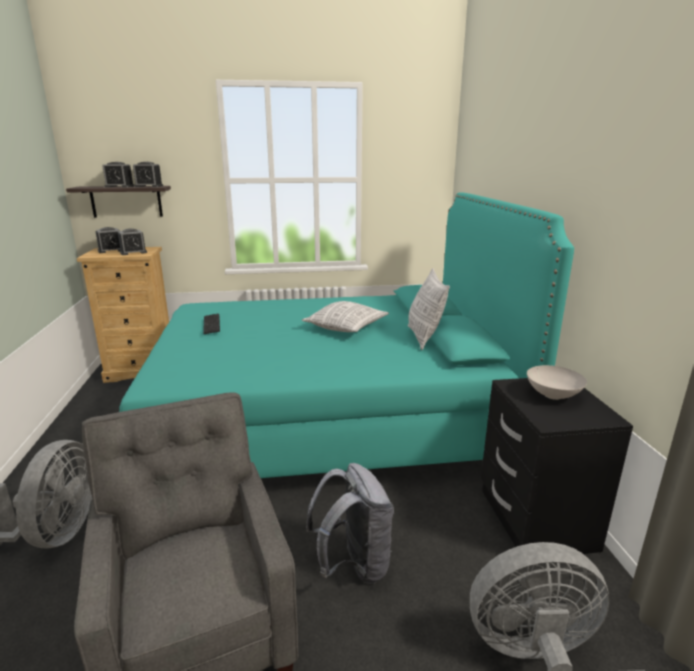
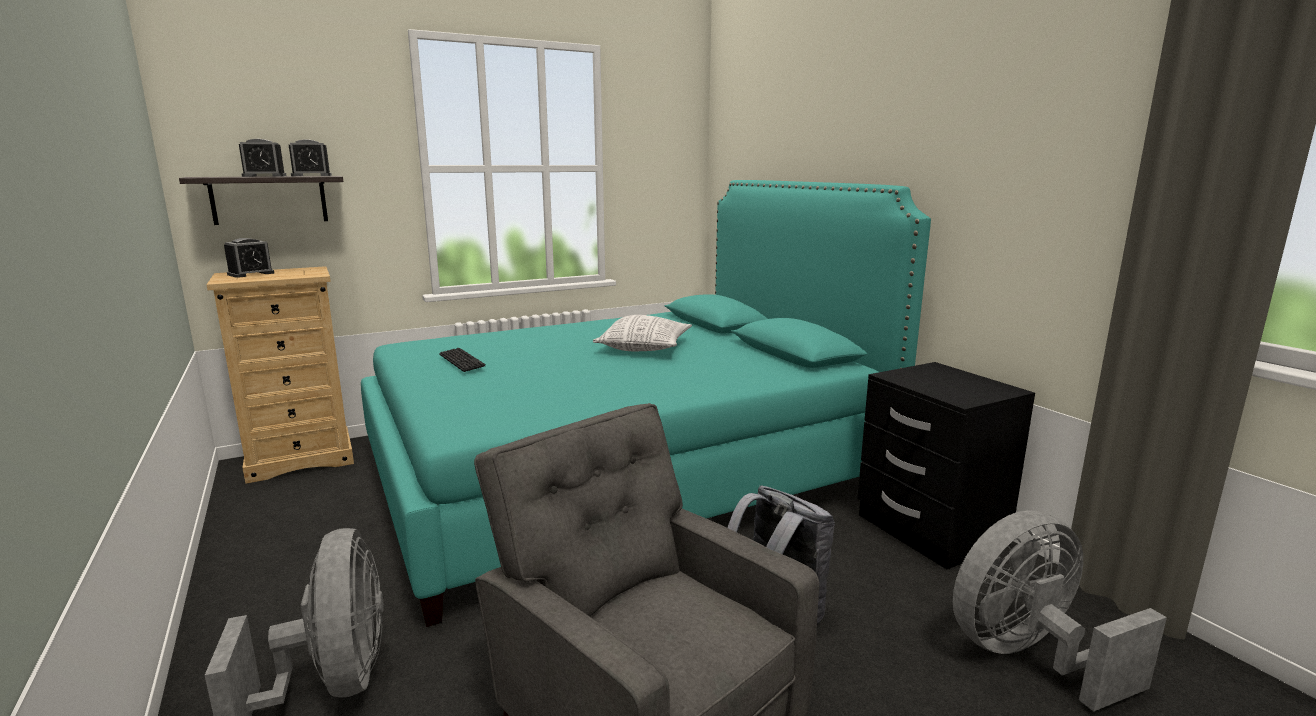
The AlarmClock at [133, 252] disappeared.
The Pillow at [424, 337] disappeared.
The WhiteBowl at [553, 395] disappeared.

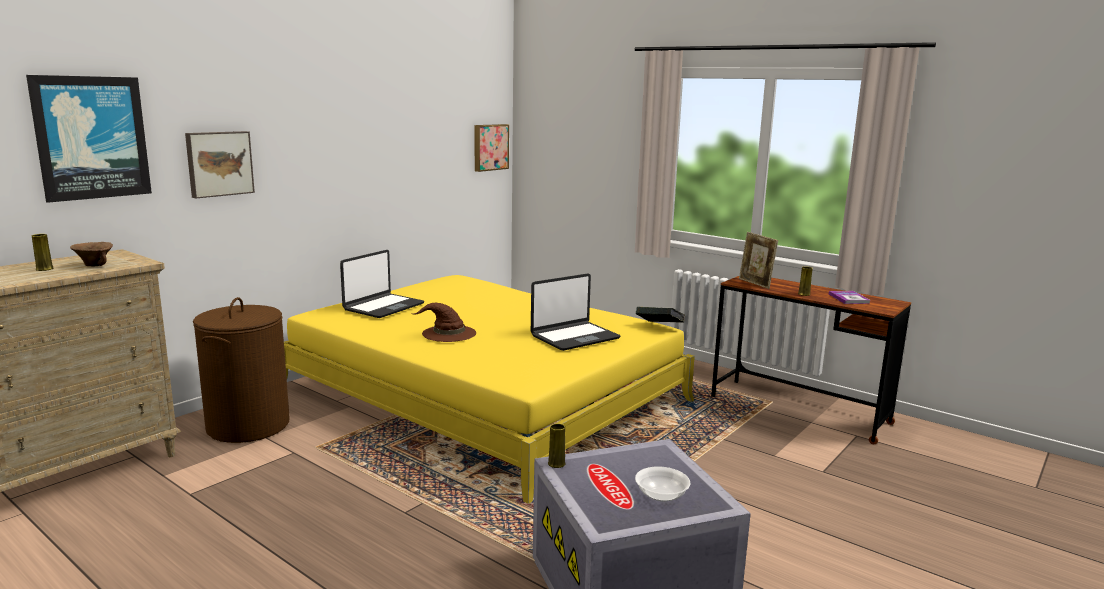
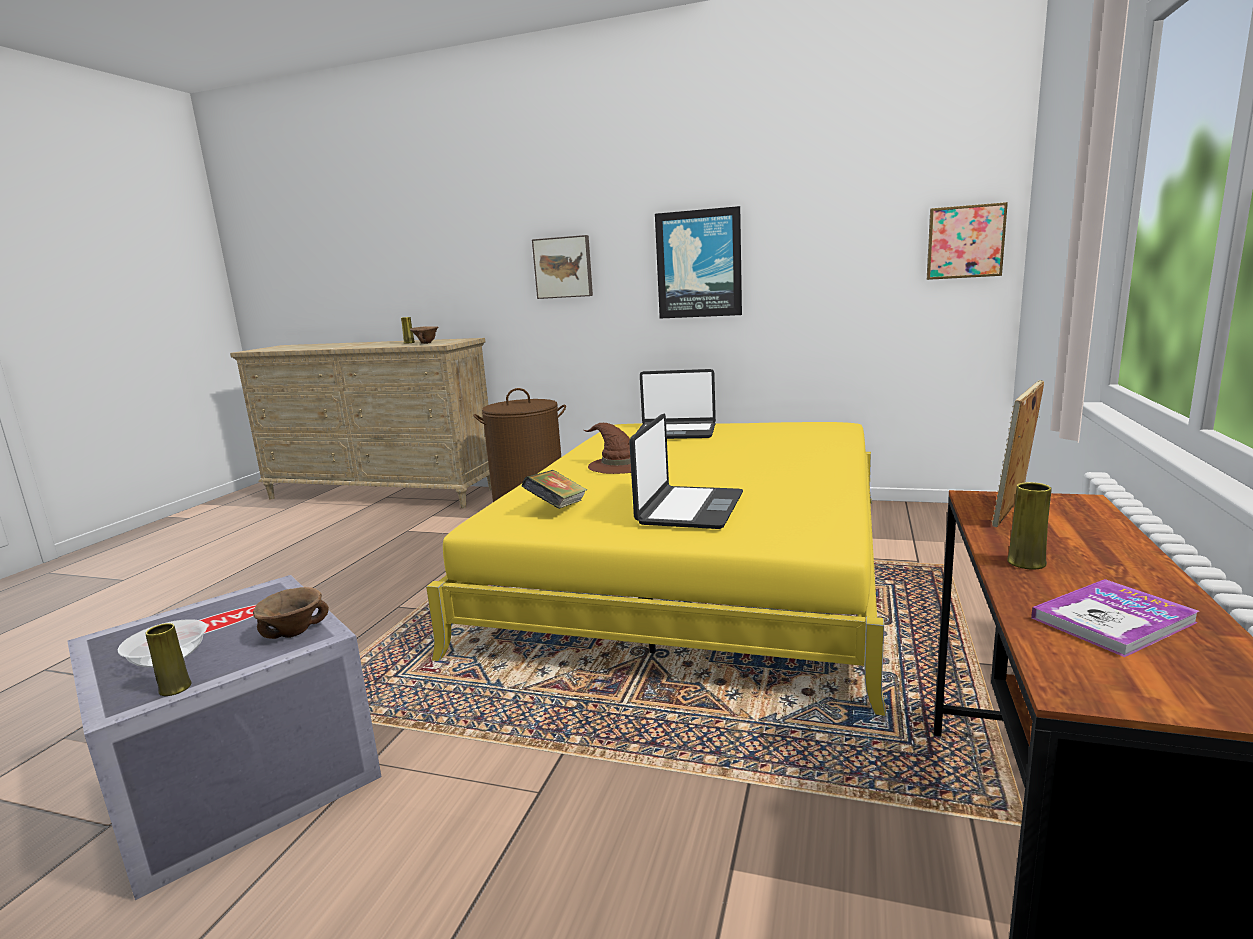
The BrownBowl at [295, 632] appeared.
The Picture moved from [91, 137] to [699, 264].
The YellowVase moved from [556, 464] to [175, 688].
The Book moved from [659, 327] to [557, 508].
The Laptop at [574, 337] turned 105 degrees counterclockwise.

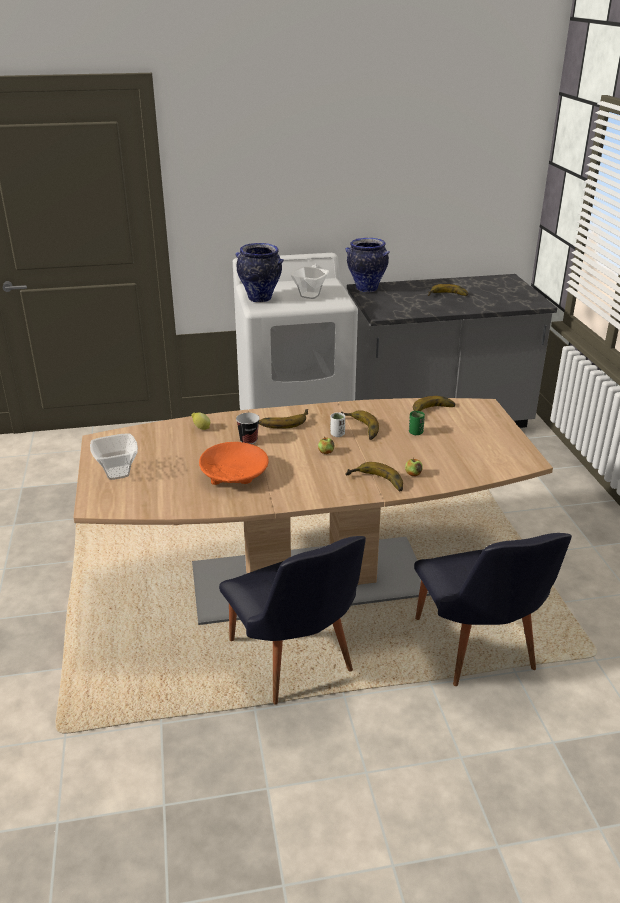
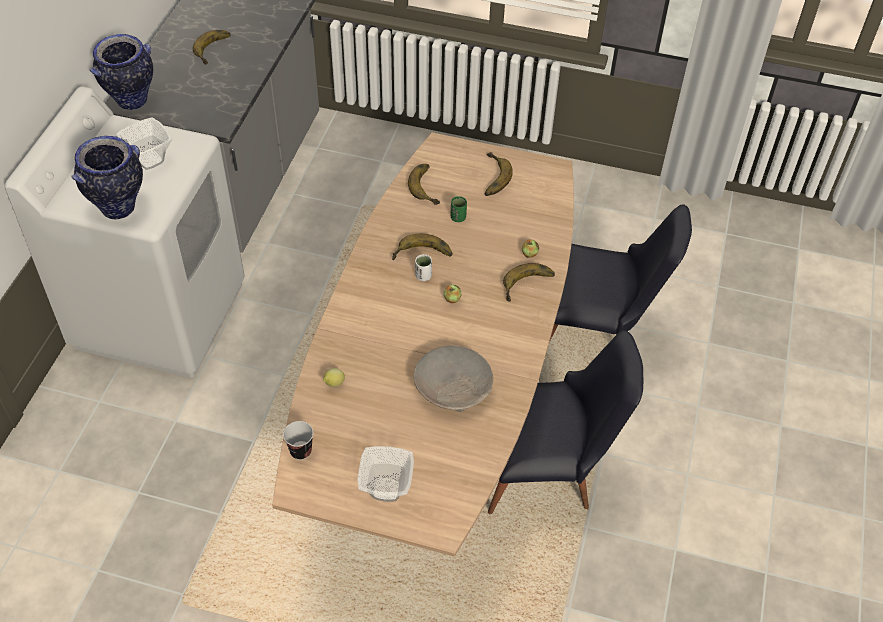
The Cup moved from [248, 441] to [301, 451].
The Banana moved from [283, 421] to [490, 177].
The OrangeBowl at [235, 475] became the BeigeBowl at [452, 387].

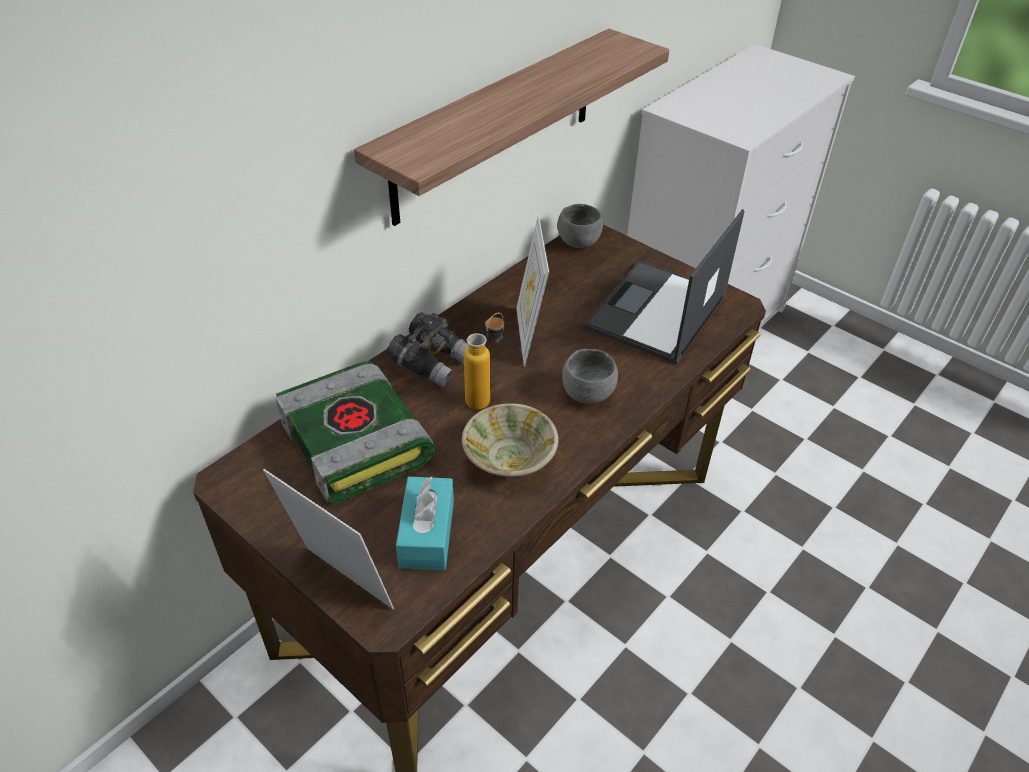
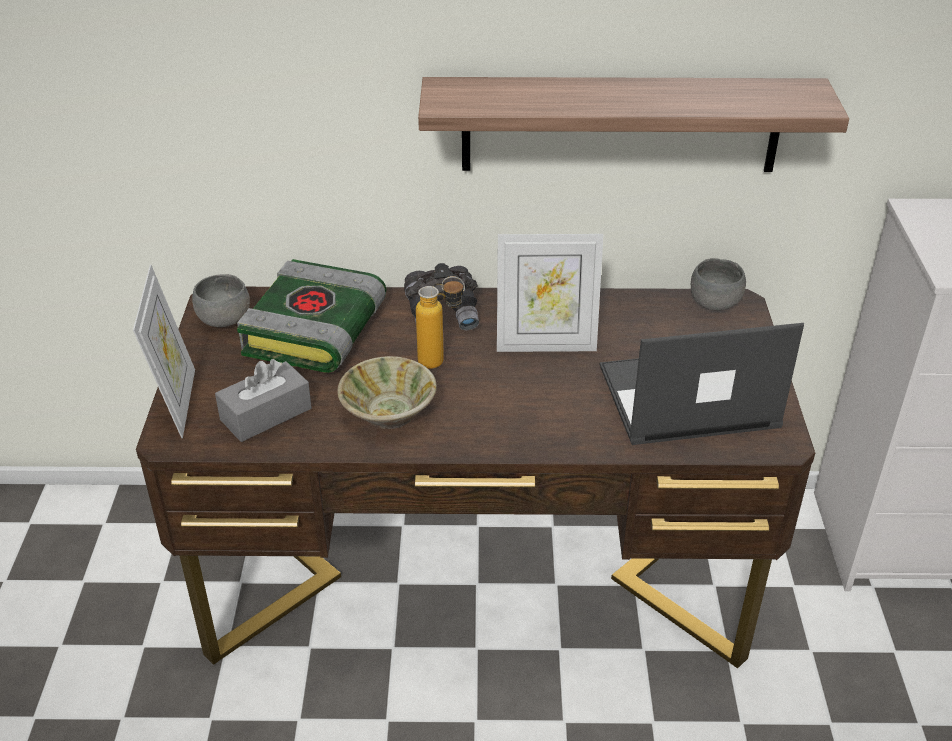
The GreyBowl moved from [587, 393] to [224, 319].
The TurquoiseTissueBox at [427, 533] became the GreyTissueBox at [266, 414].
The PictureFrame at [529, 336] turned 135 degrees counterclockwise.

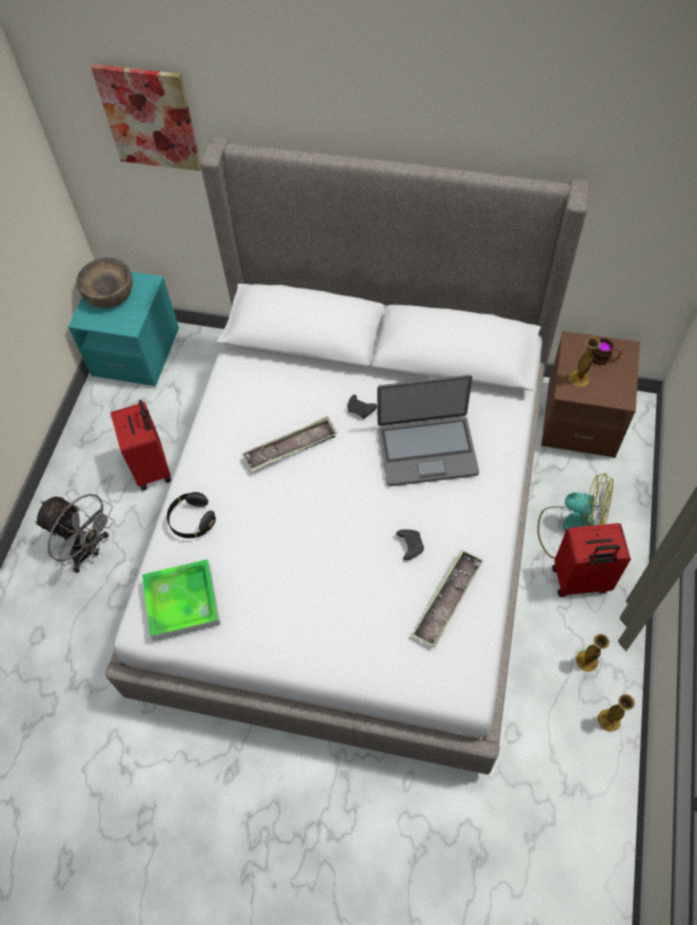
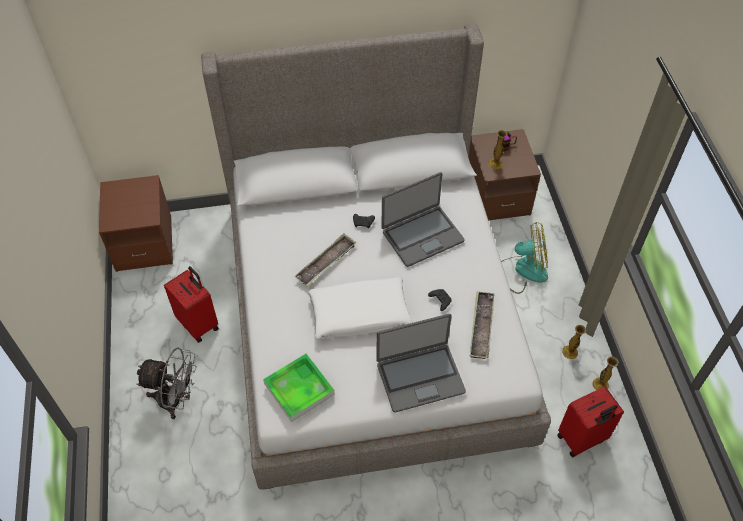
The BrownBowl at [109, 293] disappeared.
The Picture at [150, 118] disappeared.
The BlackHeadphones at [192, 520] disappeared.
The WhitePillow at [359, 314] appeared.
The Laptop at [420, 377] appeared.
The RedSuitcase moved from [580, 581] to [582, 439].
The TurquoiseNightstand at [136, 352] became the BrownNightstand at [144, 243].

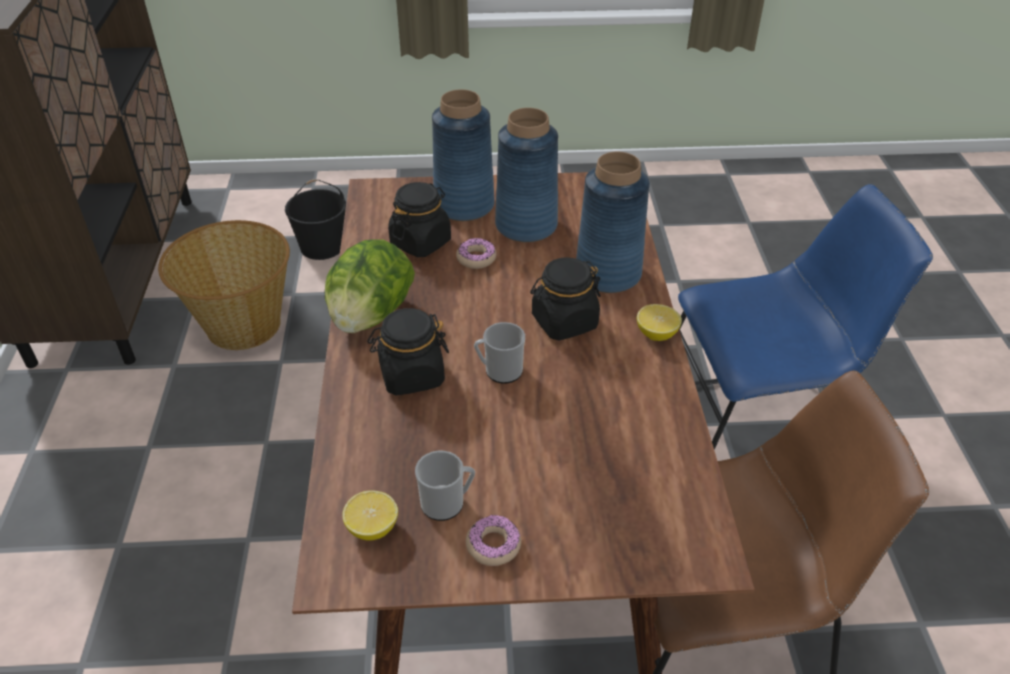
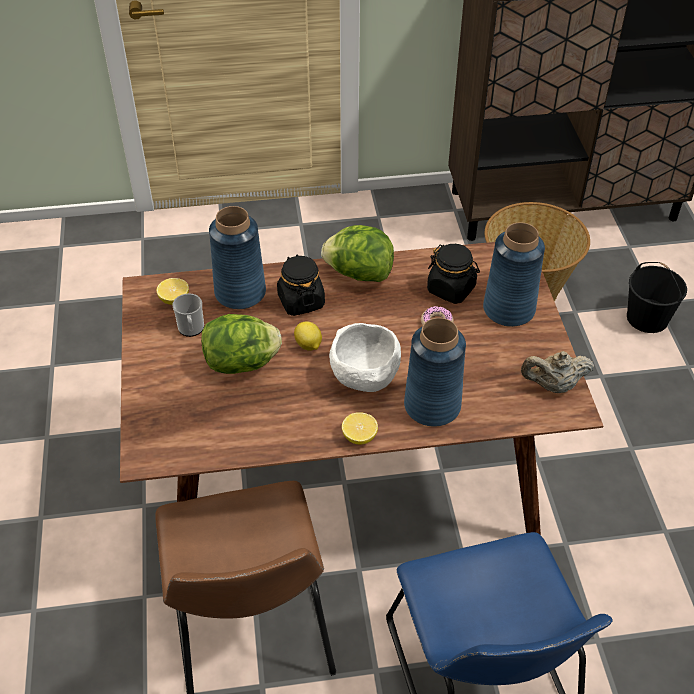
The Donut at [493, 545] disappeared.
The Lettuce at [242, 363] appeared.
The BeigeTeapot at [553, 385] appeared.
The BlueVase moved from [526, 226] to [240, 293].
The Mug at [499, 371] was replaced by the Lemon at [308, 345].
The BlackJar at [564, 322] was replaced by the WhiteBowl at [366, 379].

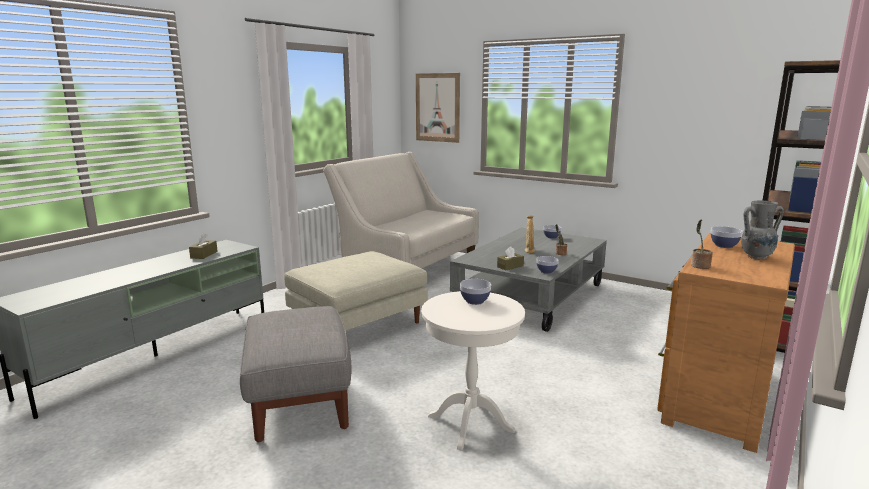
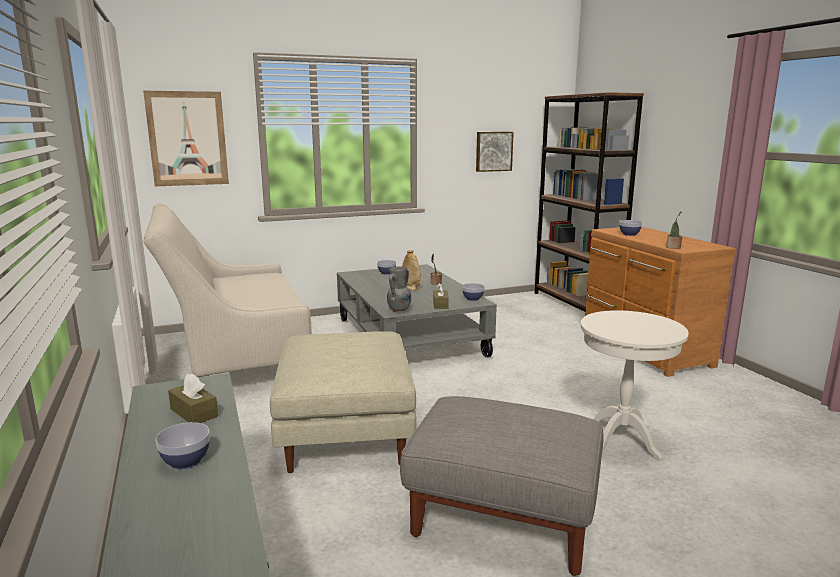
The Picture at [493, 151] appeared.
The Bowl moved from [475, 301] to [186, 461].
The GreyVase moved from [755, 257] to [398, 311].

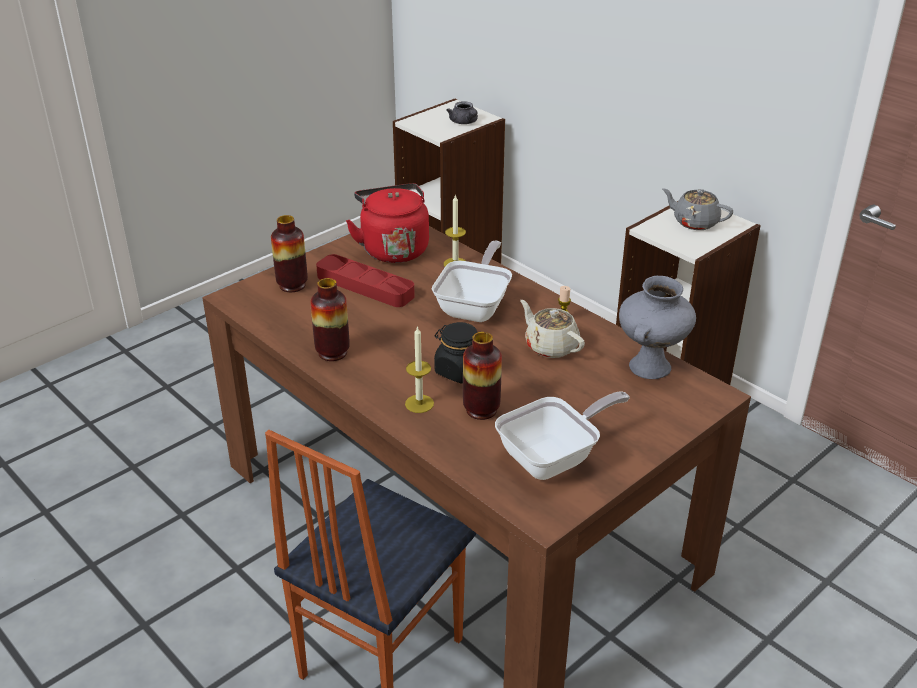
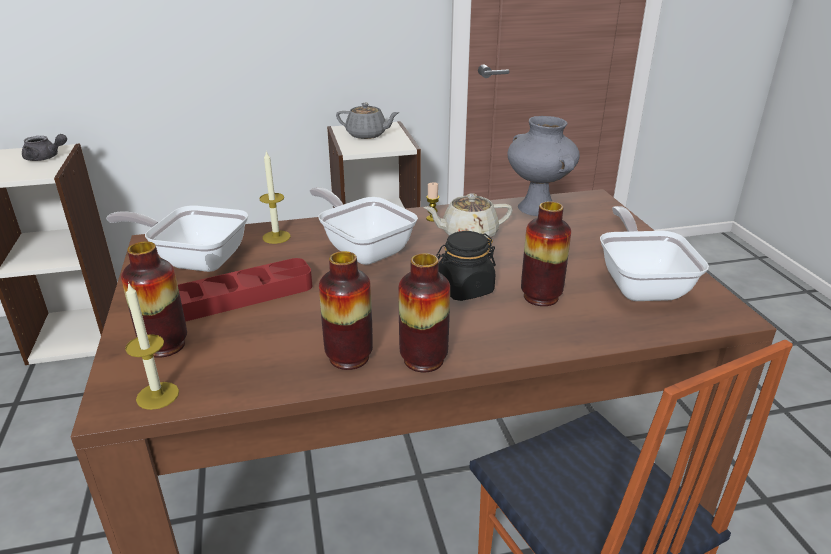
The Vase at [423, 360] appeared.
The Candle moved from [419, 403] to [157, 395].
The RedKettle at [393, 248] was replaced by the FryingPan at [195, 259].
The GreyTeapot at [694, 222] turned 135 degrees counterclockwise.

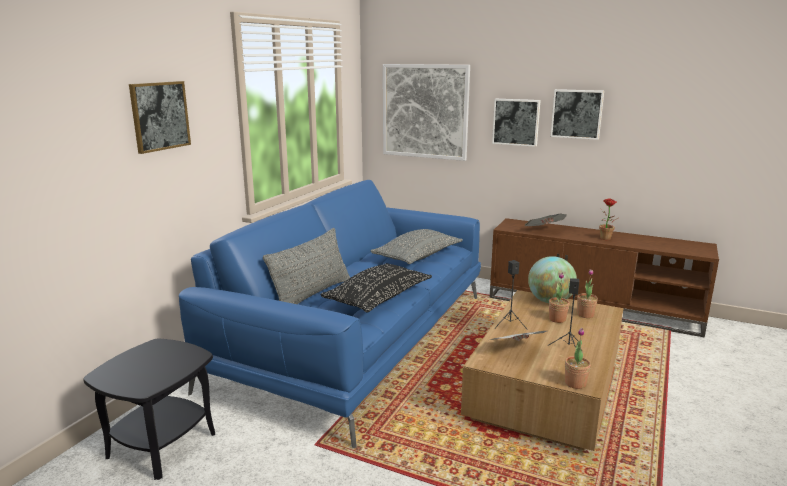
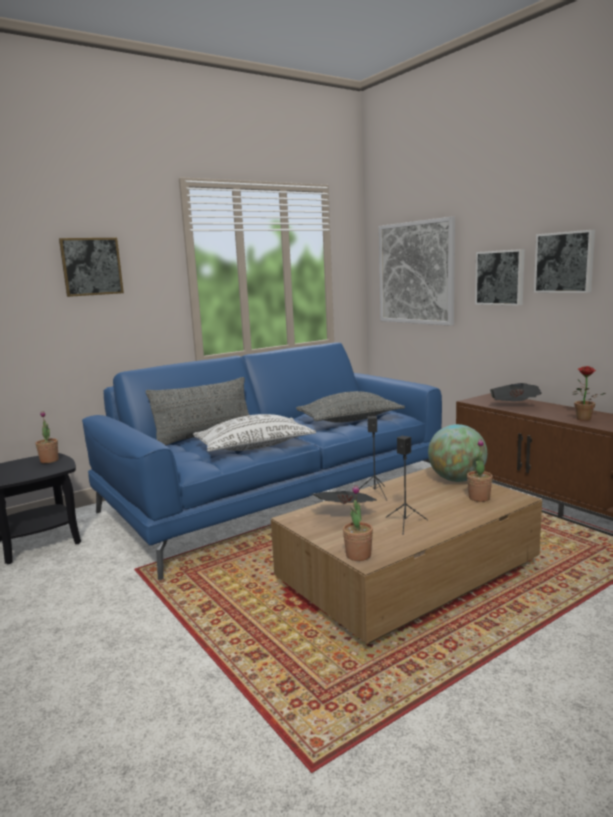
The PottedPlant moved from [557, 319] to [49, 460].
The BlackPillow at [378, 298] became the WhitePillow at [254, 447].

